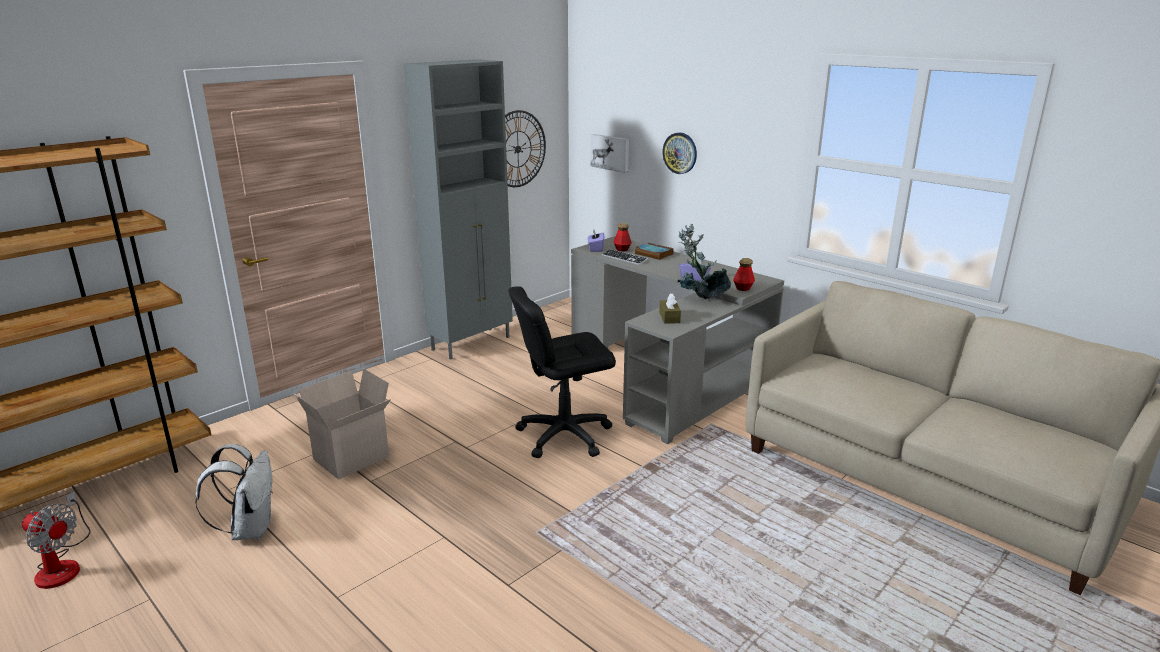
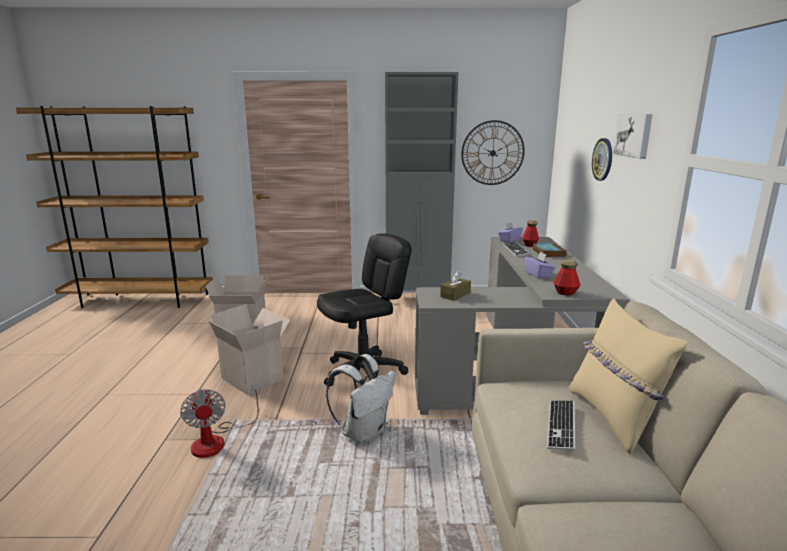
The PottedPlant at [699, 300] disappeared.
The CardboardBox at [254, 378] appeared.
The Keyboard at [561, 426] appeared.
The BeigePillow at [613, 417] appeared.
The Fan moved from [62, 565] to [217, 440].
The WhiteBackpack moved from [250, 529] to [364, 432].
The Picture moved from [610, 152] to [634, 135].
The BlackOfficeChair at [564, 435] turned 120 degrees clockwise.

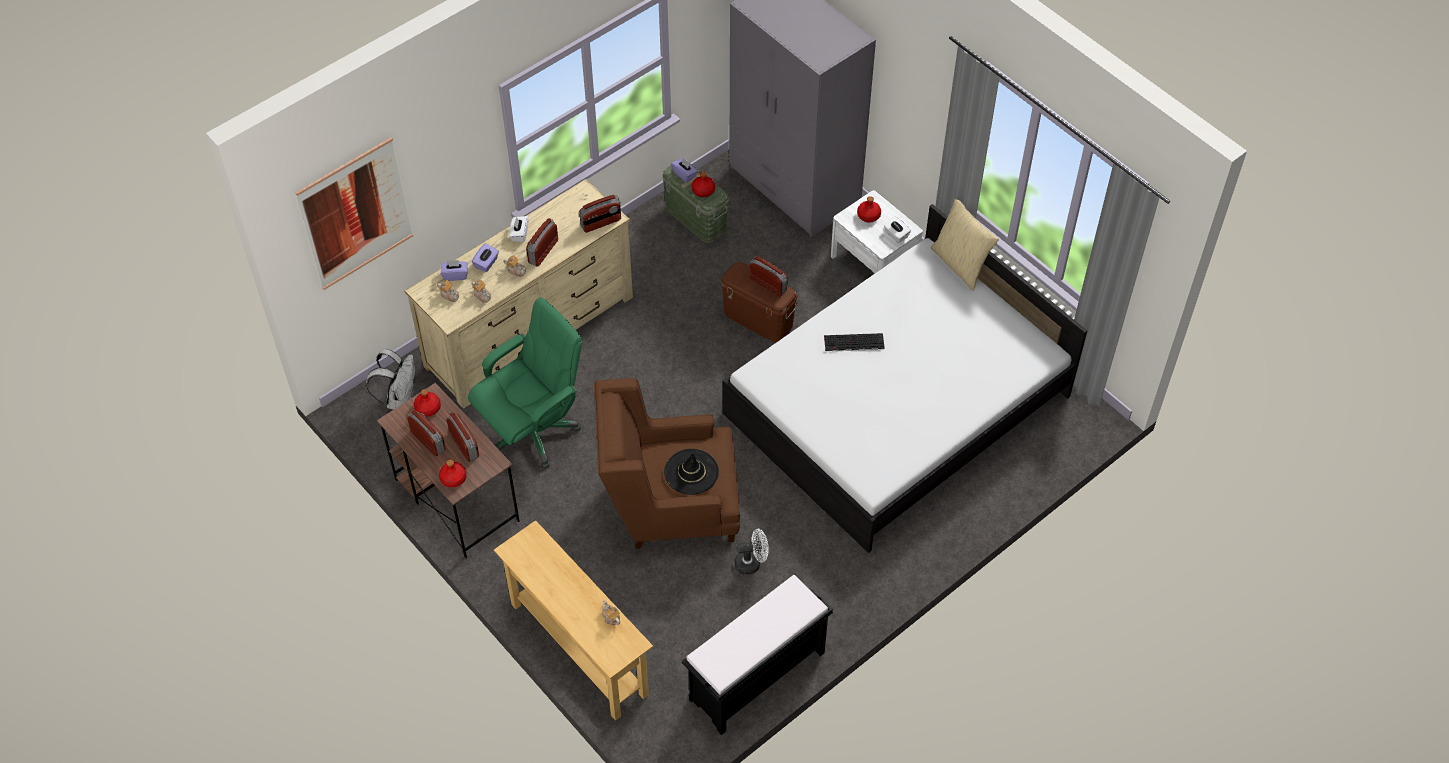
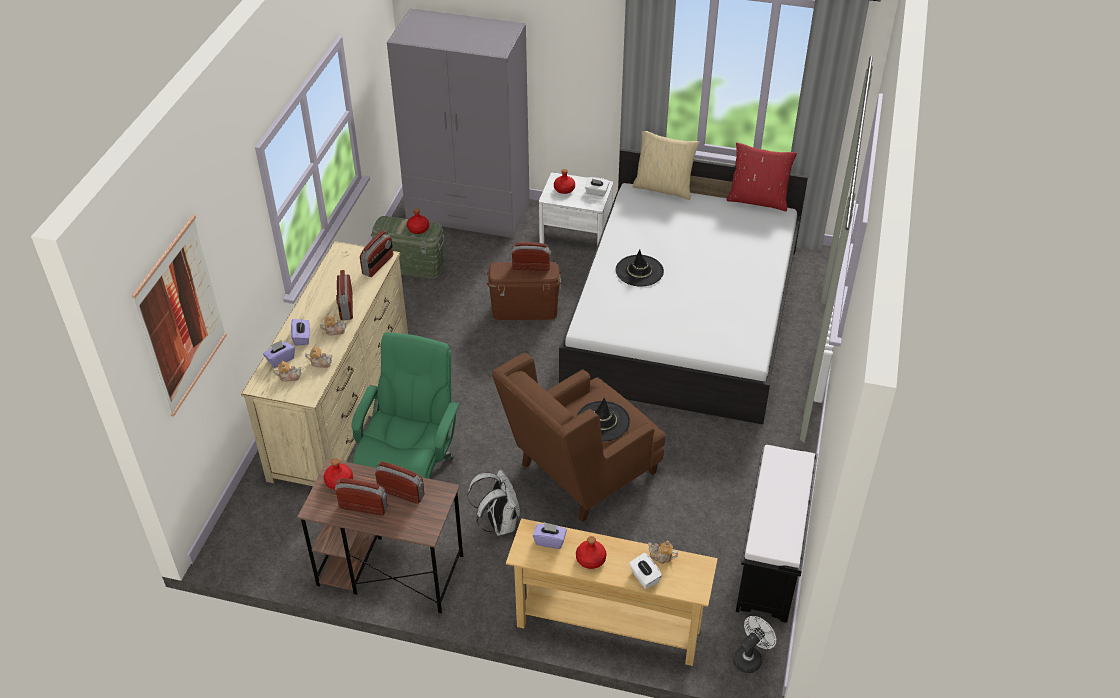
The RedPillow at [758, 200] appeared.
The WhiteBackpack moved from [399, 398] to [498, 523].
The RedBottle moved from [453, 478] to [590, 559].
The WhiteTissueBox moved from [519, 234] to [644, 577].
The PurpleTissueBox moved from [684, 174] to [550, 541].
The WhiteFan moved from [751, 563] to [750, 657].
The Keyboard at [853, 343] was replaced by the BlackHat at [639, 271].

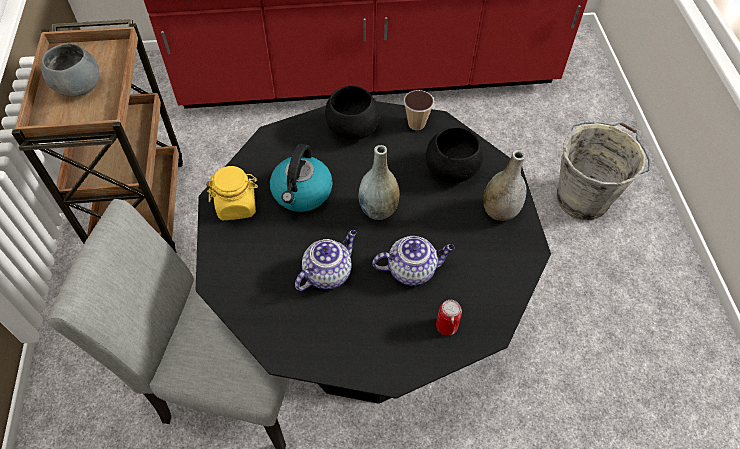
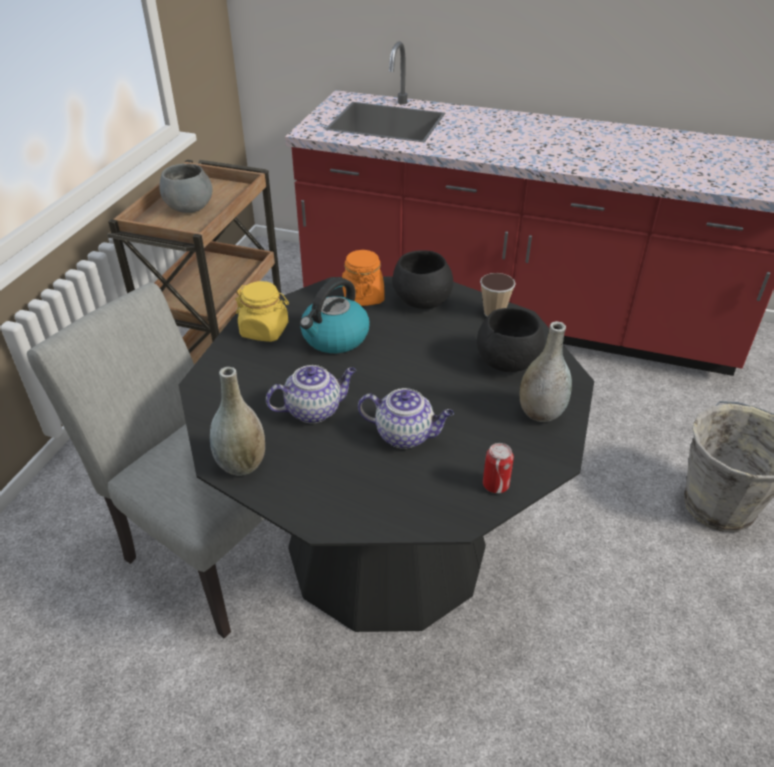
The OrangeJar at [363, 297] appeared.
The GreyVase moved from [378, 210] to [242, 464].
The Can moved from [446, 326] to [495, 485].

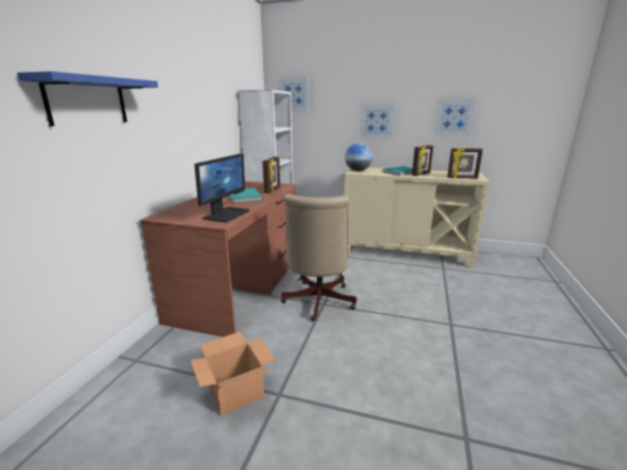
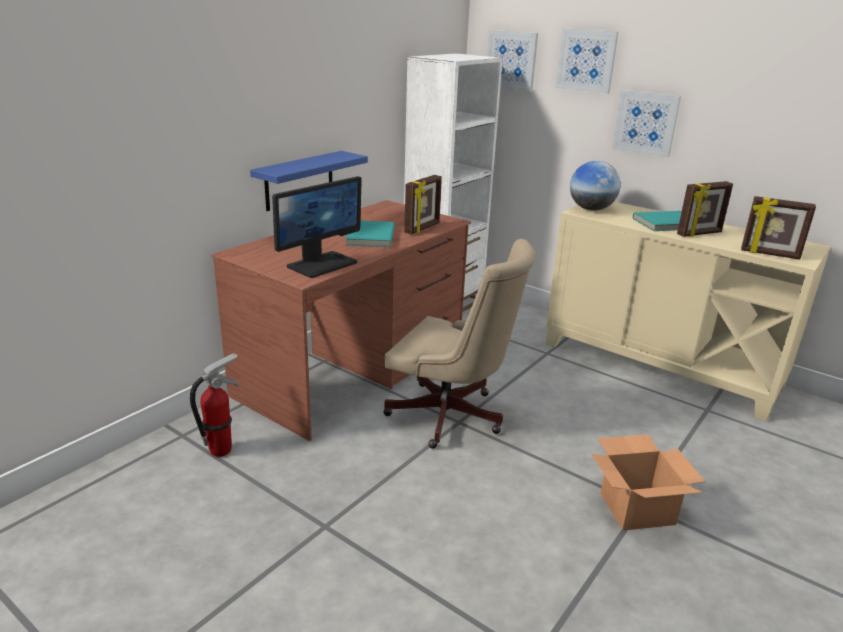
The FireExtinguisher at [221, 450] appeared.
The BlueShelf moved from [87, 101] to [299, 180].
The CardboardBox moved from [235, 392] to [636, 509].
The Picture moved from [454, 117] to [587, 60].
The BeigeOfficeChair at [317, 302] turned 90 degrees counterclockwise.

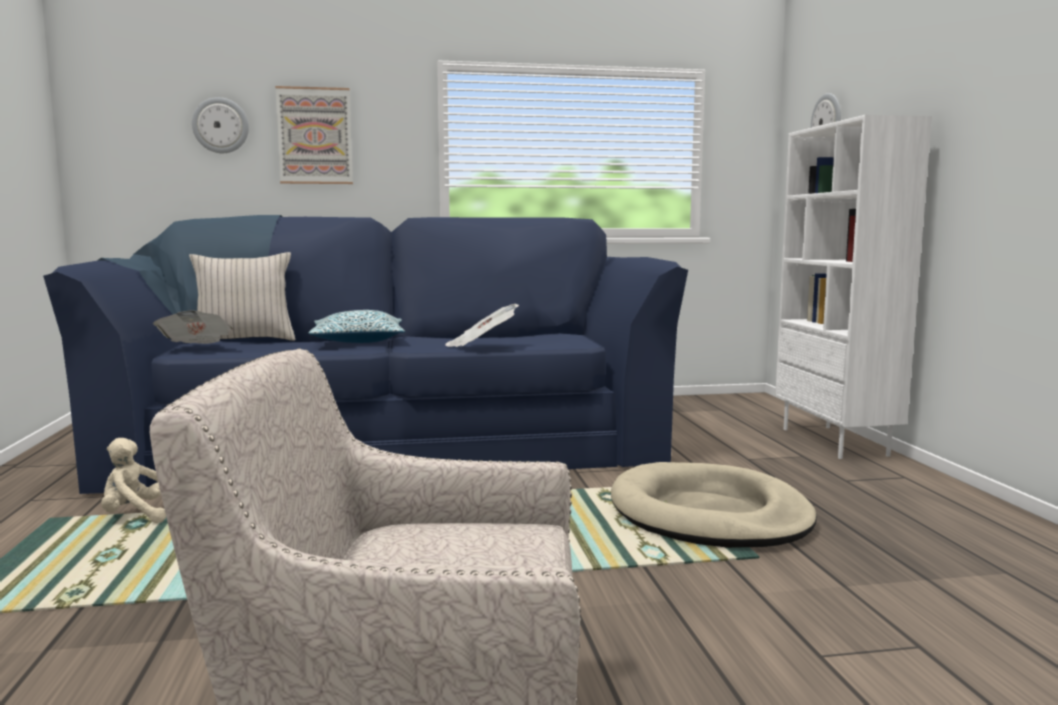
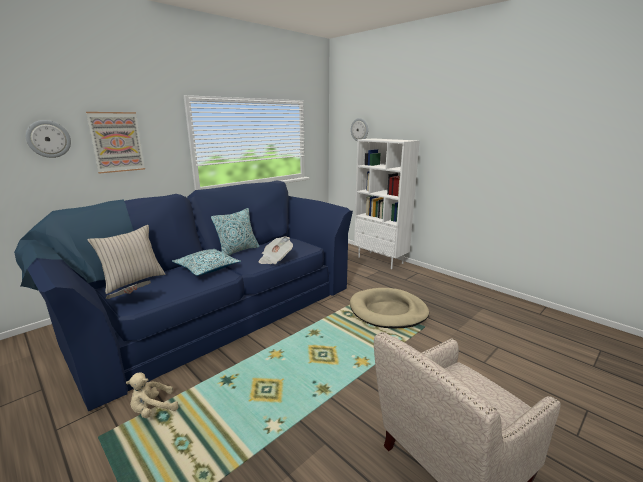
The Pillow at [238, 251] appeared.

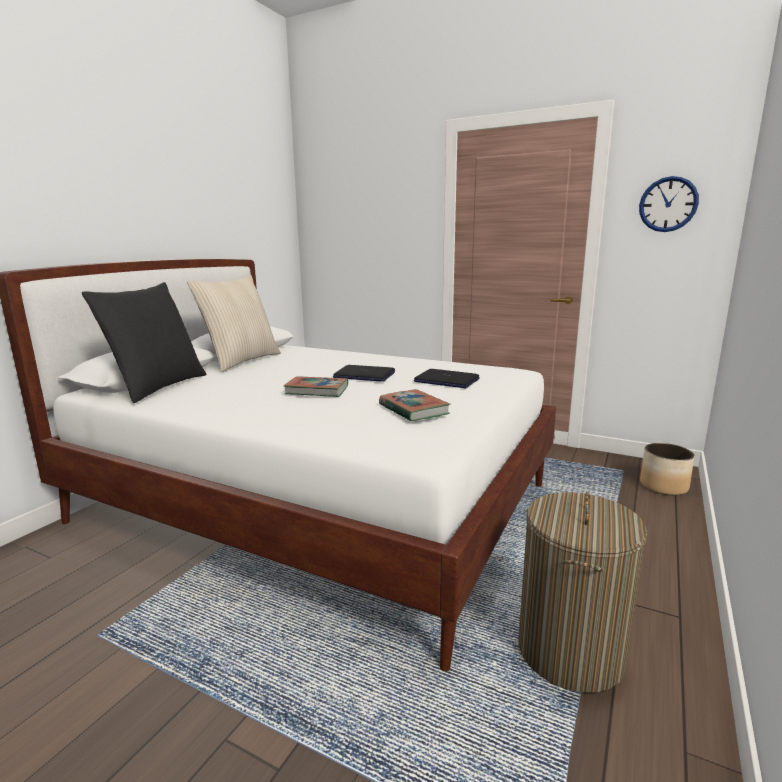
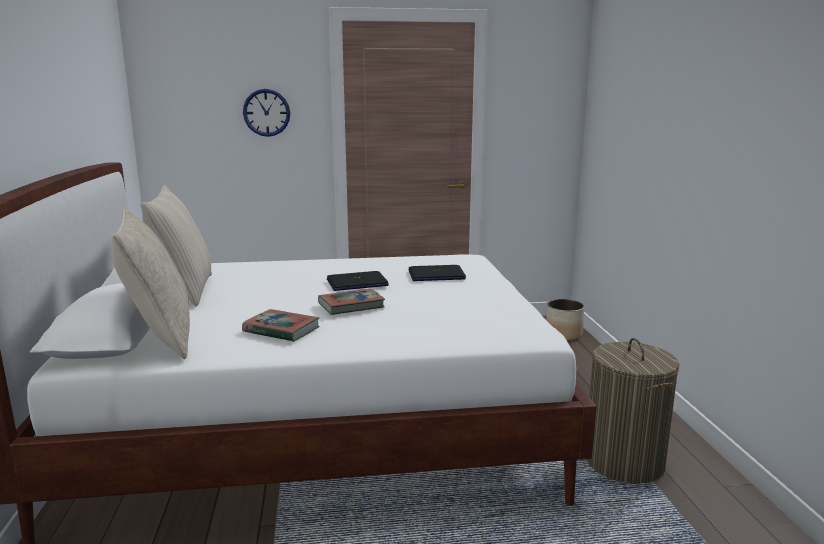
The Book moved from [413, 410] to [281, 330].
The WallClock moved from [668, 204] to [266, 112].
The BlackPillow at [157, 387] became the BeigePillow at [160, 338].

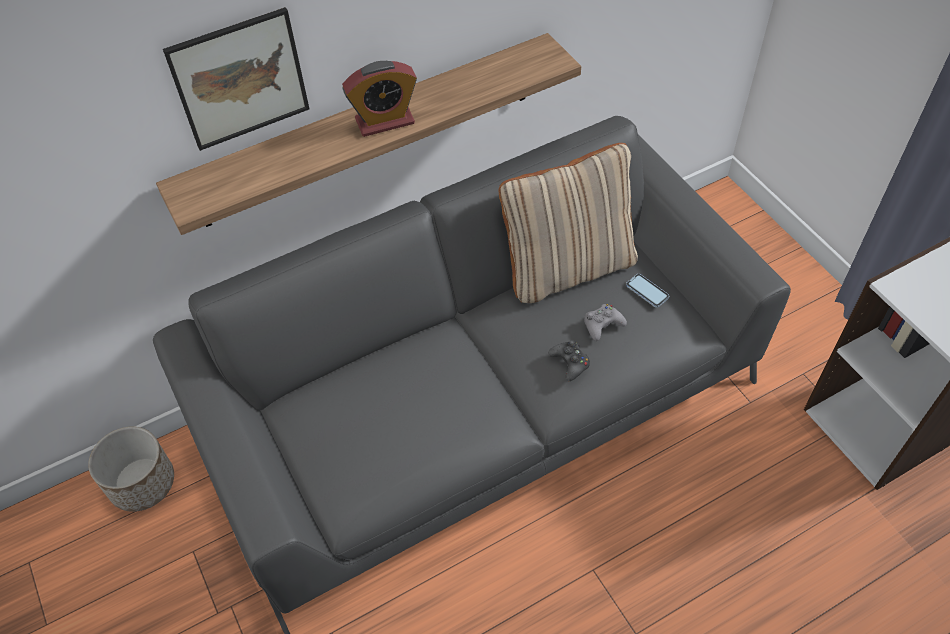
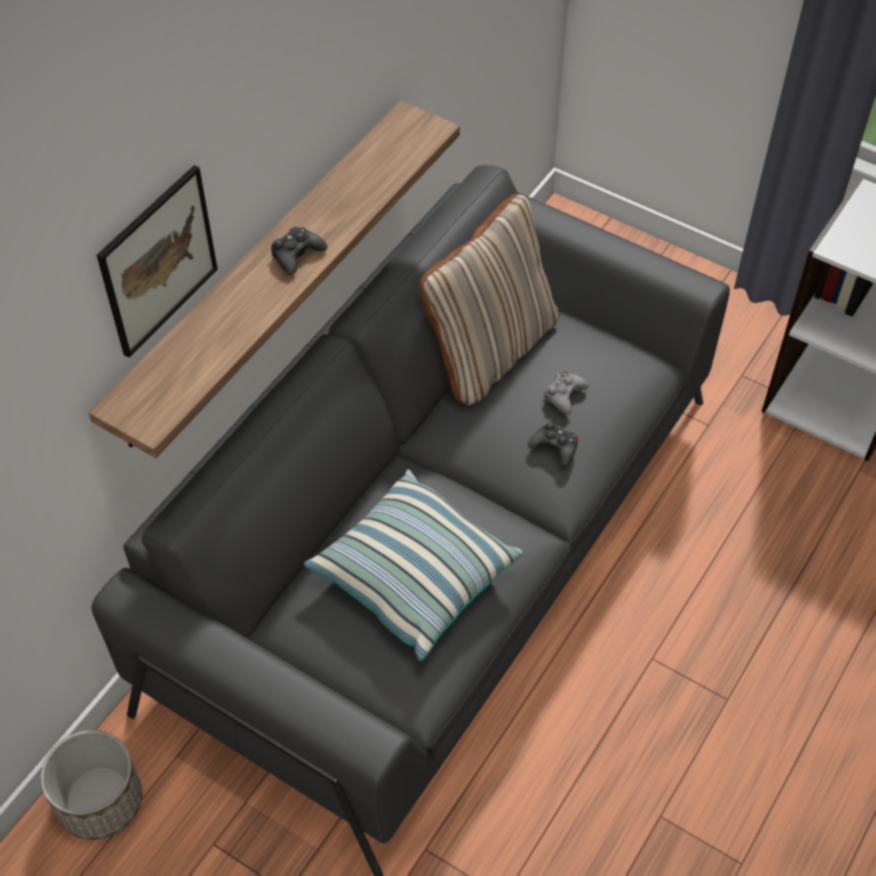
The Phone at [647, 291] disappeared.
The Pillow at [413, 576] appeared.
The AlarmClock at [385, 121] was replaced by the BlackGameController at [297, 255].

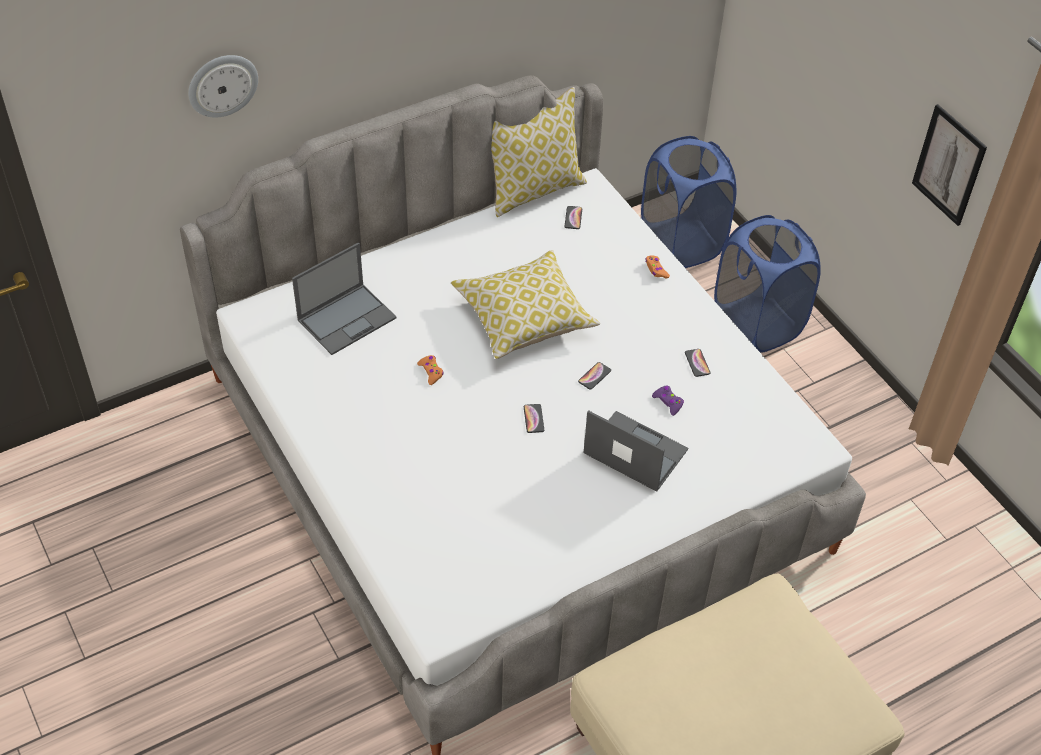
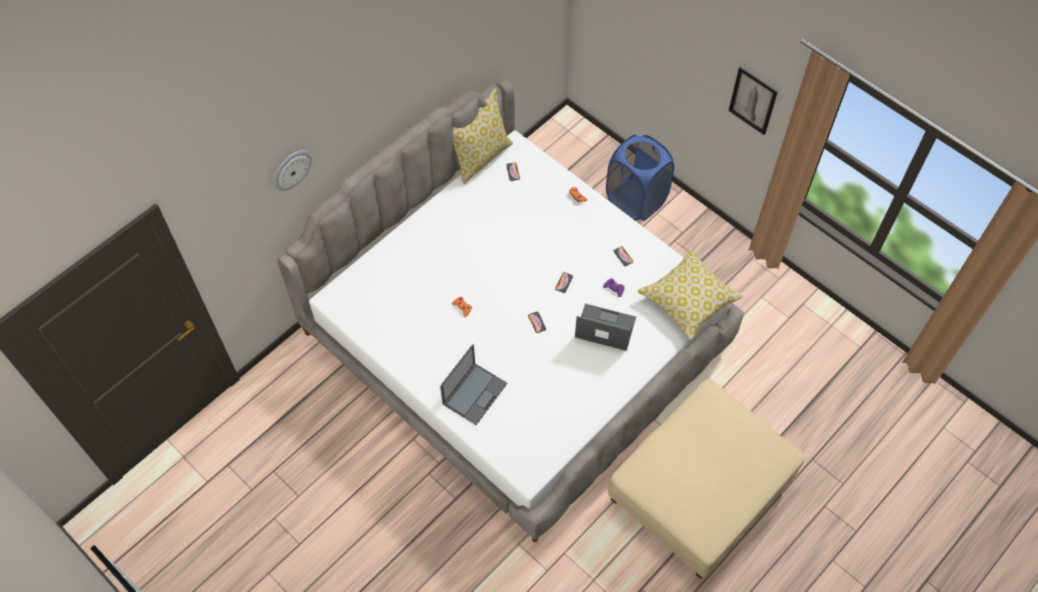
The BlueLaundryBasket at [681, 242] disappeared.
The Laptop moved from [347, 318] to [475, 393].
The Pillow moved from [524, 317] to [688, 300].

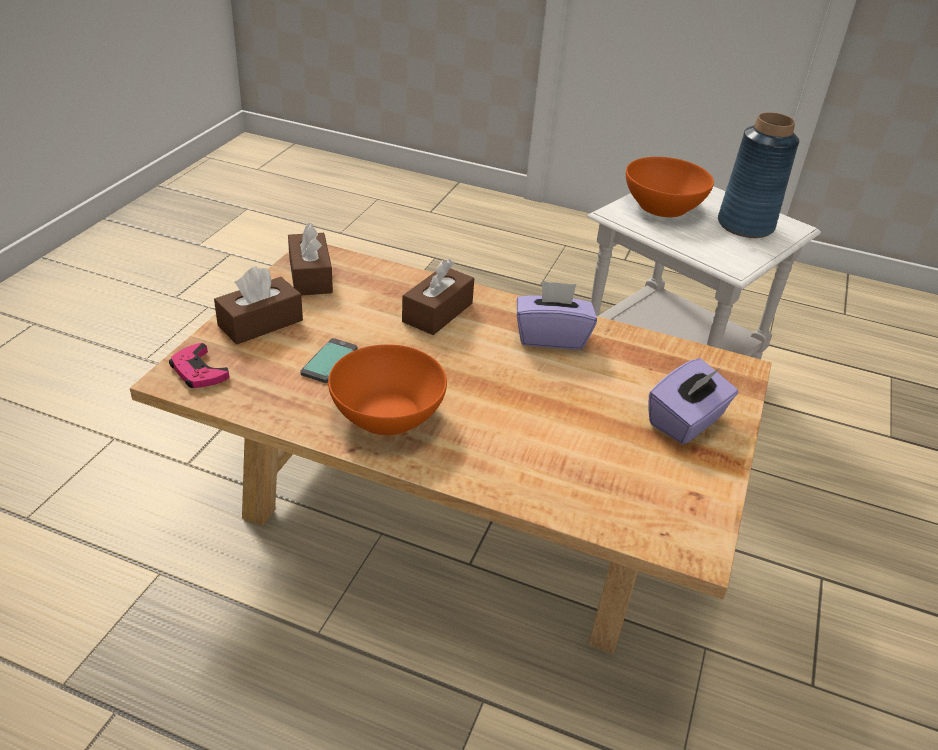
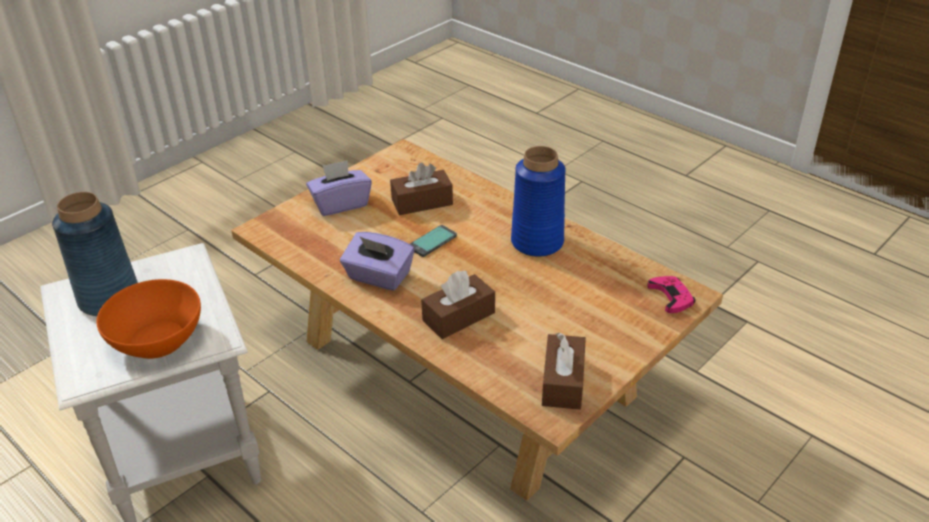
The BrownTissueBox moved from [260, 323] to [422, 202].
The Phone moved from [329, 361] to [432, 242].
The OrangeBowl at [388, 414] was replaced by the BlueVase at [536, 242].

